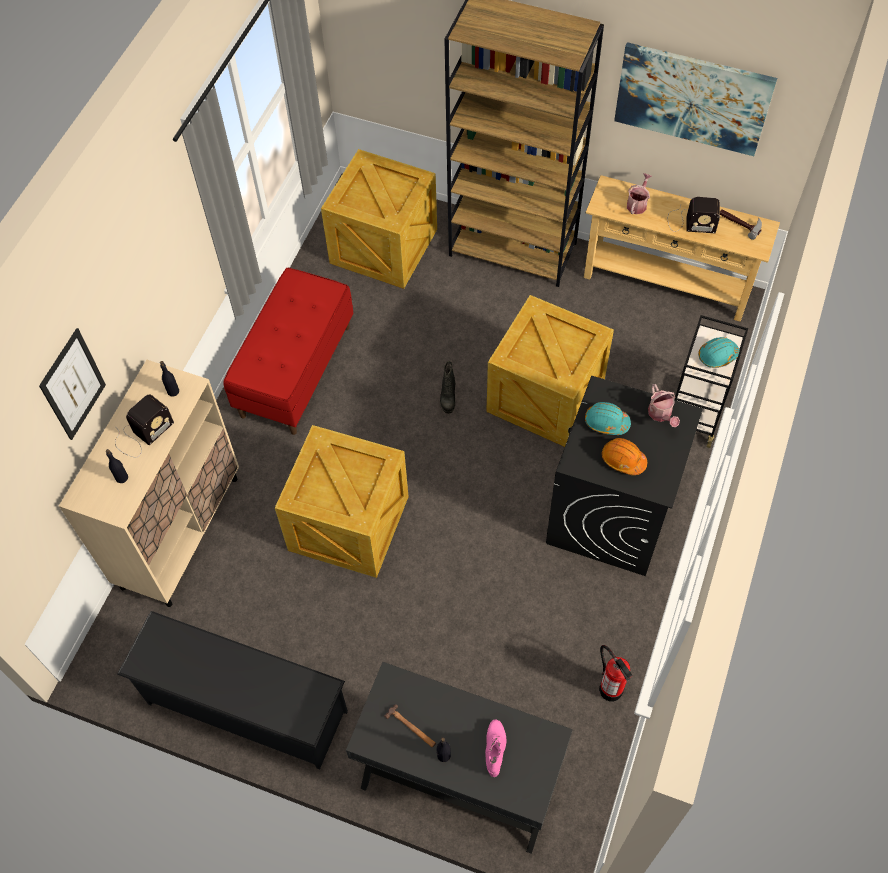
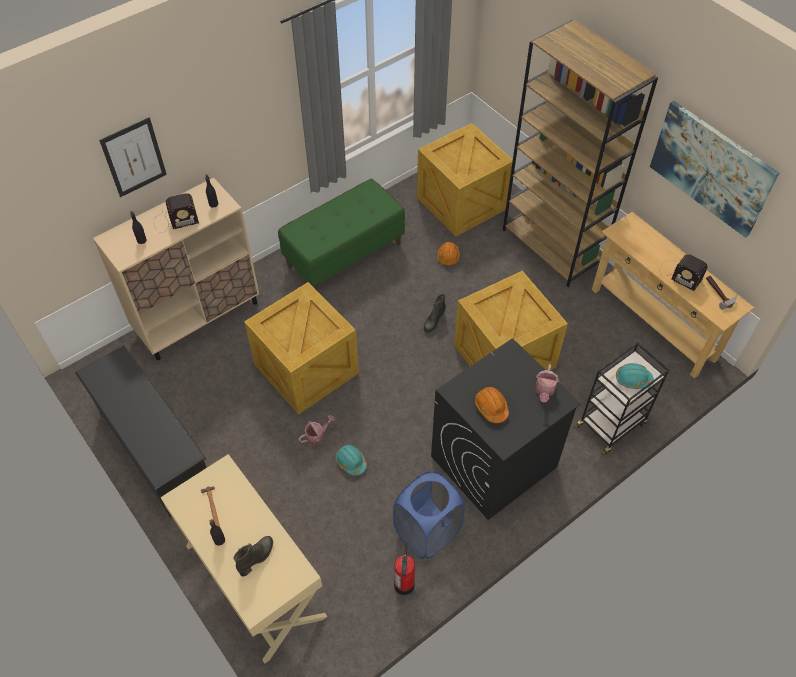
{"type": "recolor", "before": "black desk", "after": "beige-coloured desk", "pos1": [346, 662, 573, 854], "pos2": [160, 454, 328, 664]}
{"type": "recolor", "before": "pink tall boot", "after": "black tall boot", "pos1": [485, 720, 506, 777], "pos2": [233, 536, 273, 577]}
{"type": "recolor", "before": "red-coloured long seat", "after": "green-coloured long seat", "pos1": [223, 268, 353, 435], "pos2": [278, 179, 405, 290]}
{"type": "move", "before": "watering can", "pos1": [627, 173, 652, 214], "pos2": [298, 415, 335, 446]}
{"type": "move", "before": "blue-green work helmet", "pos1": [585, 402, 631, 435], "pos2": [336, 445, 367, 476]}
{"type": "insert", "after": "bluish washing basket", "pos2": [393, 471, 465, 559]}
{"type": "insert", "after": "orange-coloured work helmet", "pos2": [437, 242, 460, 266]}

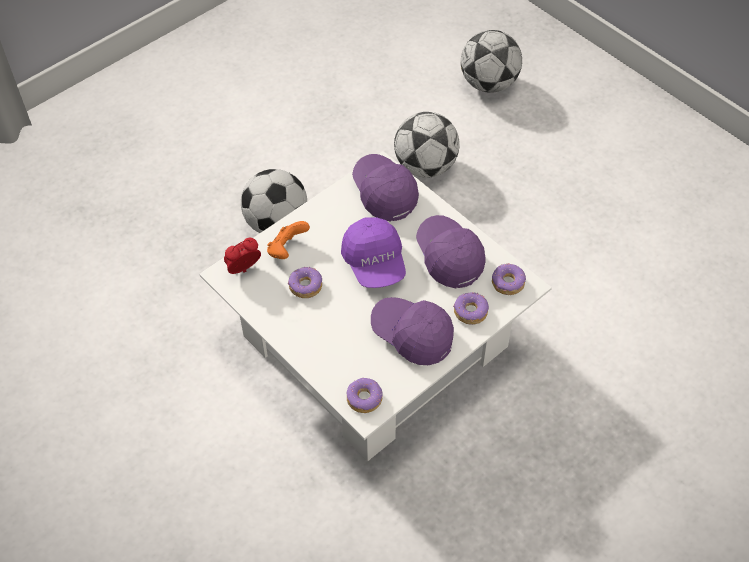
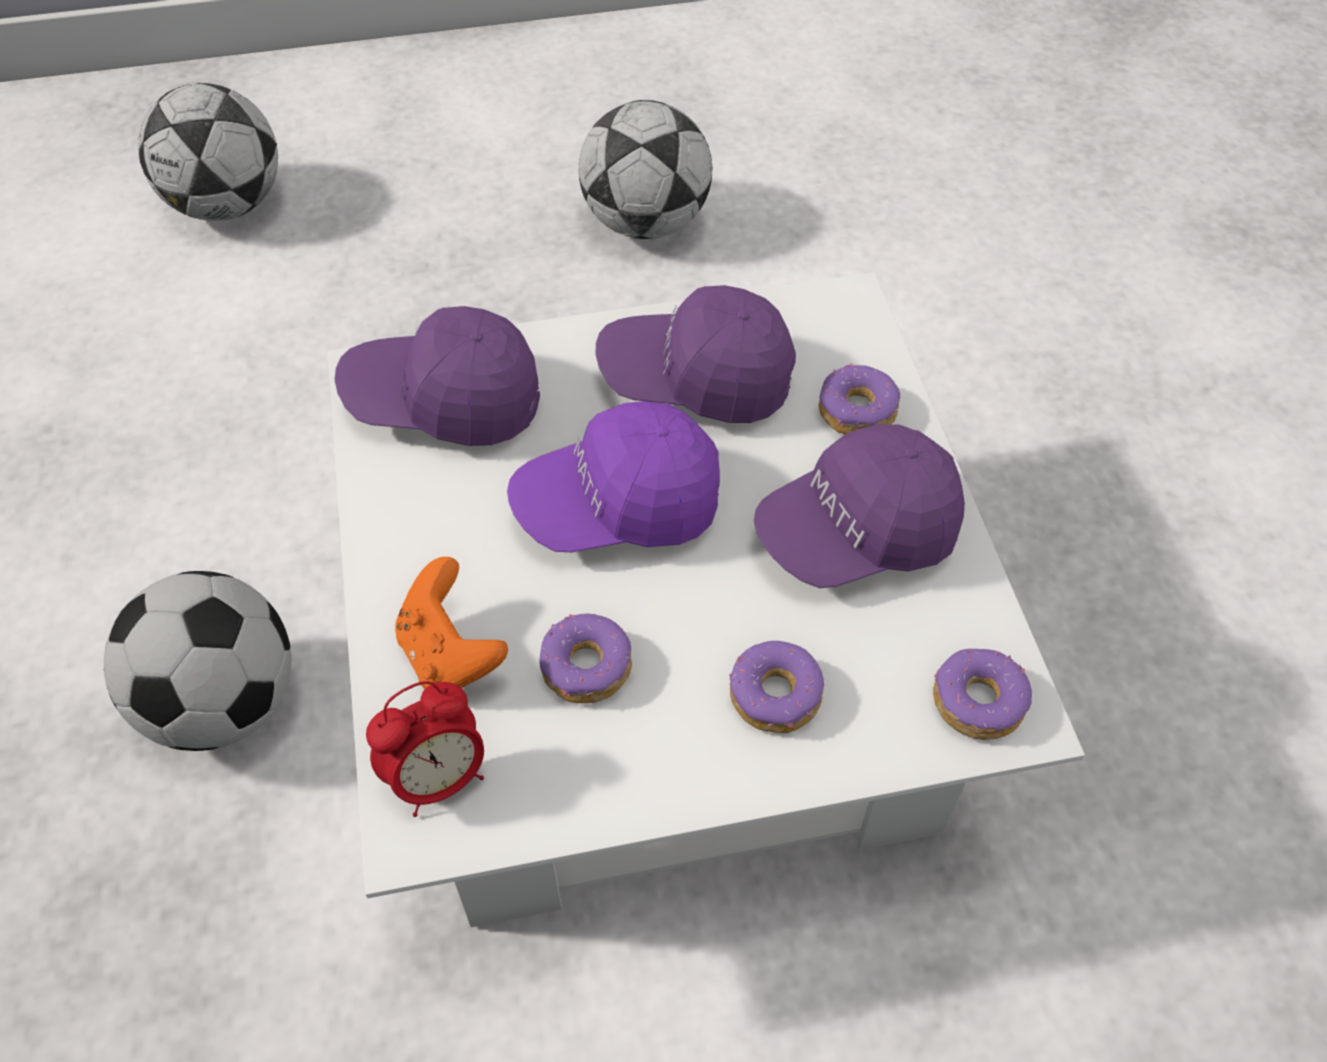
{"type": "rotate", "before": "table clock", "pos1": [224, 238, 261, 274], "pos2": [366, 681, 484, 817], "turn": -120}
{"type": "rotate", "before": "purplish peaked cap", "pos1": [341, 217, 406, 288], "pos2": [507, 401, 720, 552], "turn": 150}
{"type": "move", "before": "football", "pos1": [394, 112, 460, 178], "pos2": [578, 100, 713, 239]}
{"type": "move", "before": "ring doughnut", "pos1": [492, 263, 526, 295], "pos2": [729, 641, 824, 733]}

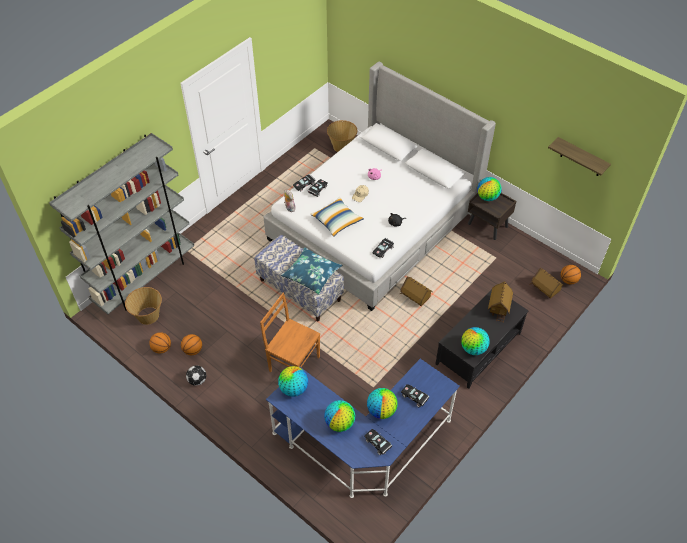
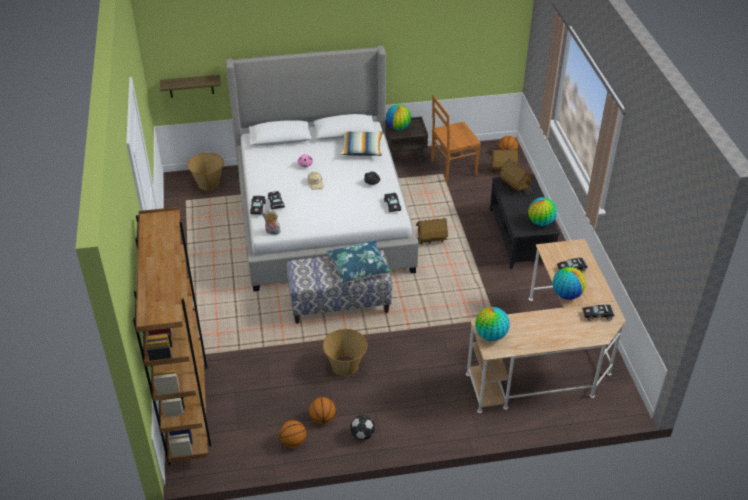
{"type": "recolor", "before": "grey bookcase", "after": "brownish bookcase", "pos1": [49, 133, 194, 314], "pos2": [133, 207, 211, 466]}
{"type": "move", "before": "wall shelf", "pos1": [548, 137, 611, 176], "pos2": [160, 75, 221, 98]}
{"type": "move", "before": "storage basket", "pos1": [125, 287, 162, 325], "pos2": [323, 329, 367, 376]}
{"type": "move", "before": "throw pillow", "pos1": [310, 197, 364, 237], "pos2": [340, 131, 383, 156]}
{"type": "move", "before": "brownish plain chair", "pos1": [260, 293, 320, 372], "pos2": [431, 95, 481, 182]}
{"type": "recolor", "before": "bluish desk", "after": "beige-coloured desk", "pos1": [266, 359, 460, 498], "pos2": [466, 239, 626, 413]}
{"type": "delete", "before": "globe", "pos1": [324, 400, 355, 432]}

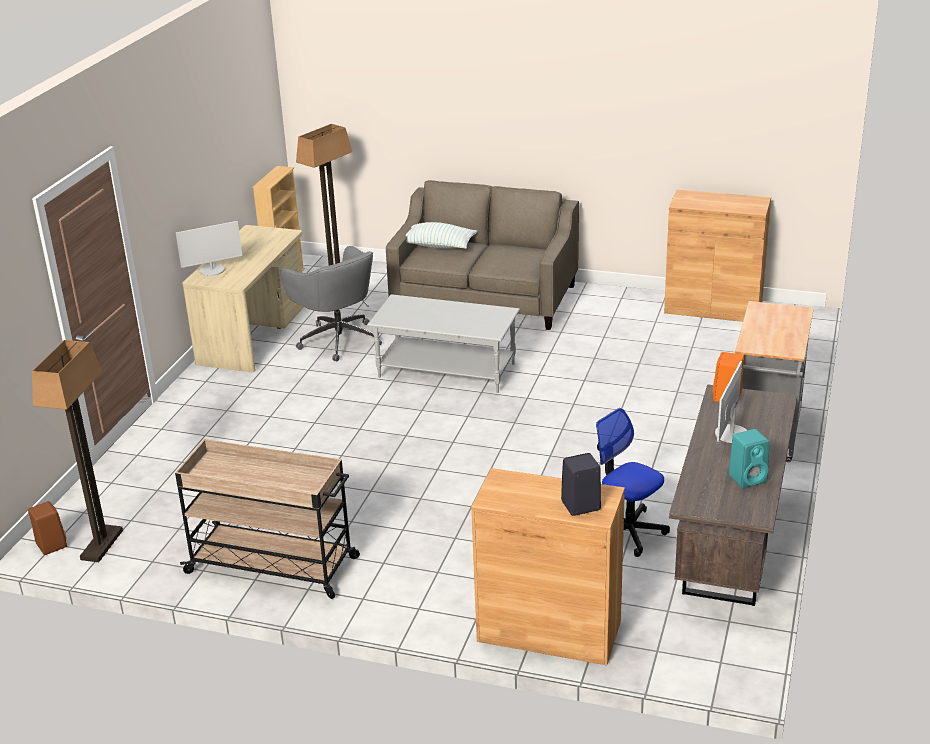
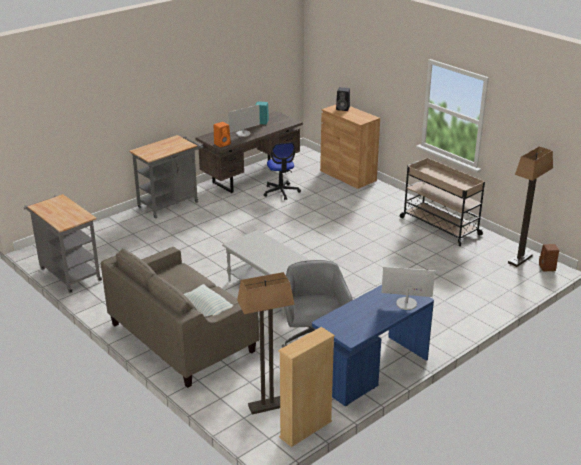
{"type": "replace", "before": "brownish cupboard", "after": "grey wheeled cart", "pos1": [664, 190, 771, 322], "pos2": [24, 194, 102, 293]}
{"type": "recolor", "before": "beige-coloured desk", "after": "bluish desk", "pos1": [182, 225, 304, 372], "pos2": [312, 285, 434, 406]}

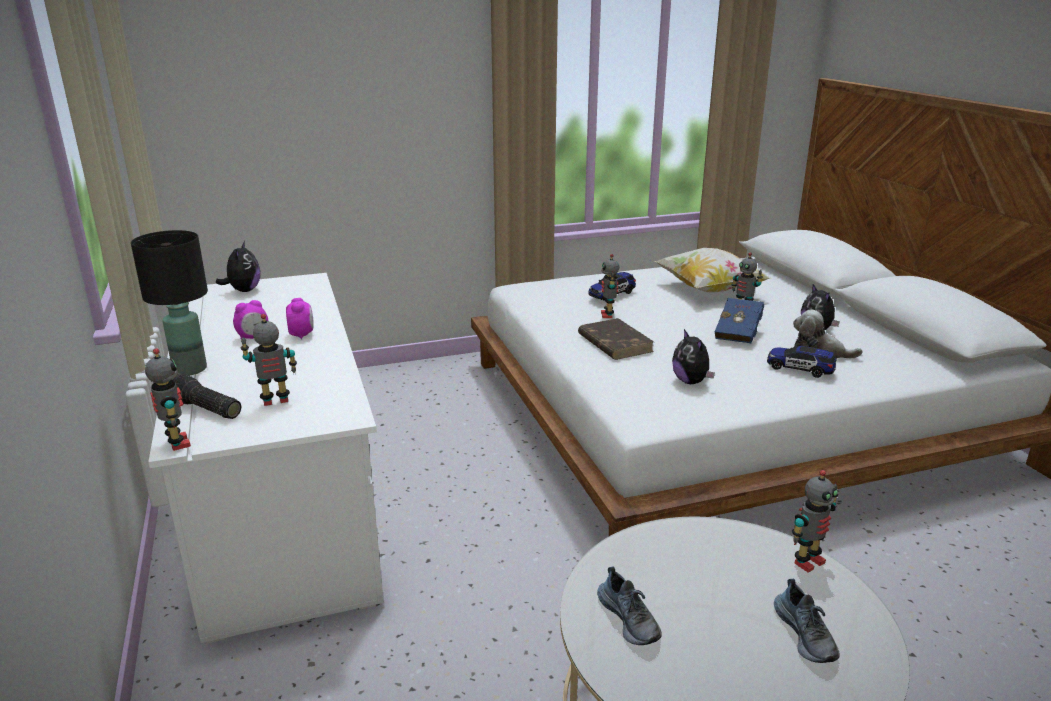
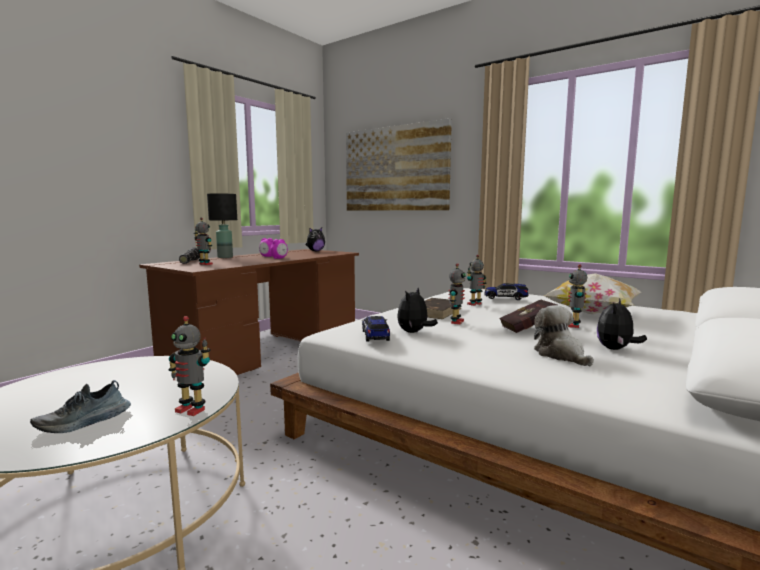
{"type": "recolor", "before": "whitish desk", "after": "brownish desk", "pos1": [148, 273, 384, 643], "pos2": [139, 249, 359, 375]}
{"type": "insert", "after": "wall picture", "pos2": [346, 118, 452, 211]}
{"type": "move", "before": "miniature car", "pos1": [767, 345, 836, 378], "pos2": [362, 316, 390, 342]}
{"type": "move", "before": "model robot", "pos1": [145, 348, 191, 451], "pos2": [448, 263, 466, 325]}
{"type": "recolor", "before": "bluish bound book", "after": "red-coloured bound book", "pos1": [715, 298, 764, 343], "pos2": [499, 300, 558, 333]}
{"type": "delete", "before": "shoe", "pos1": [597, 566, 662, 645]}

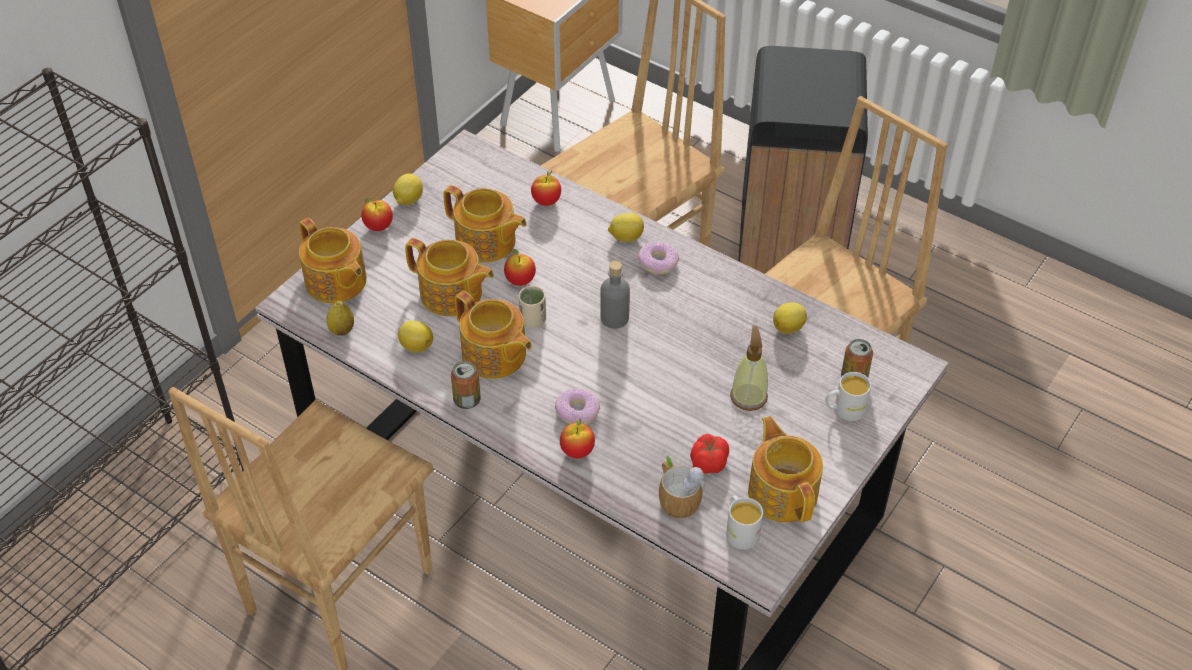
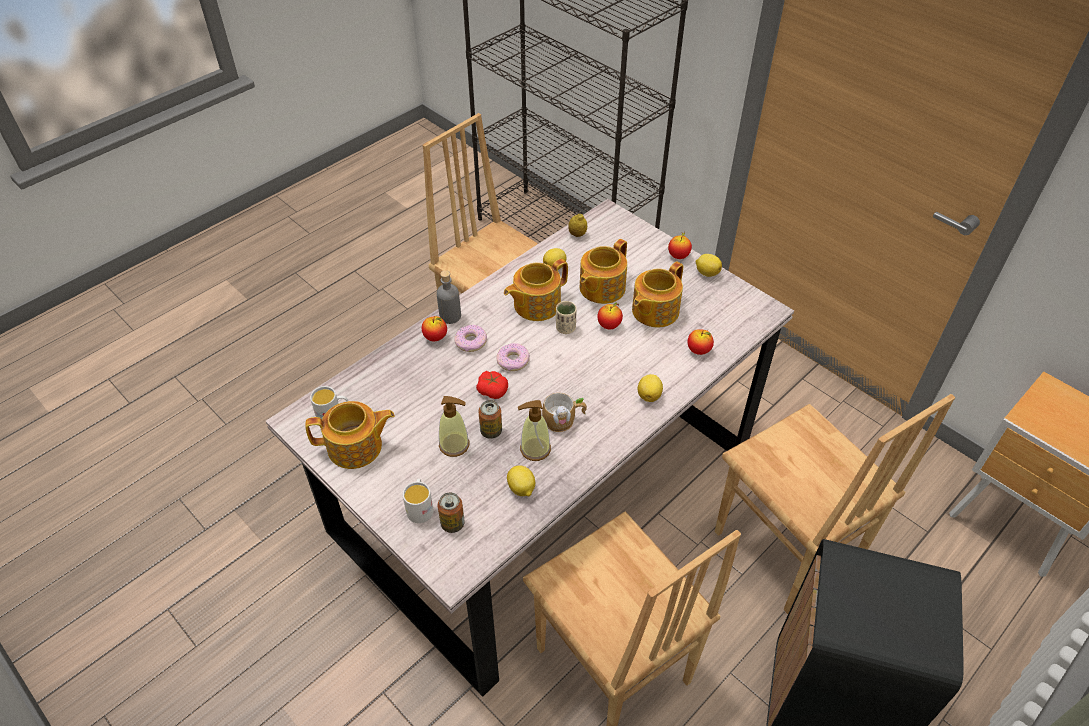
{"type": "move", "before": "grey bottle", "pos1": [600, 261, 630, 329], "pos2": [436, 270, 461, 324]}
{"type": "move", "before": "whole tomato", "pos1": [690, 434, 729, 474], "pos2": [476, 371, 508, 399]}
{"type": "move", "before": "sealed can", "pos1": [451, 361, 481, 409], "pos2": [479, 400, 502, 439]}
{"type": "move", "before": "ring doughnut", "pos1": [638, 242, 679, 274], "pos2": [496, 343, 530, 371]}
{"type": "insert", "after": "soap bottle", "pos2": [518, 400, 551, 461]}
{"type": "move", "before": "tea mug", "pos1": [659, 455, 705, 519], "pos2": [542, 393, 587, 432]}
{"type": "delete", "before": "tea pot", "pos1": [299, 218, 367, 303]}

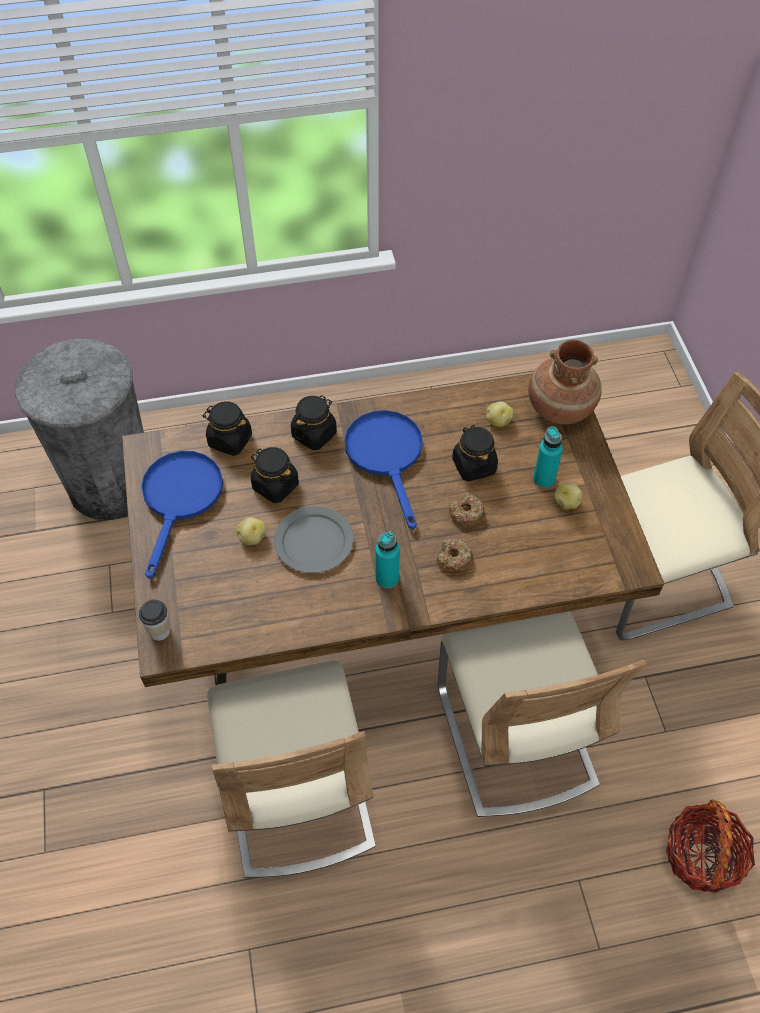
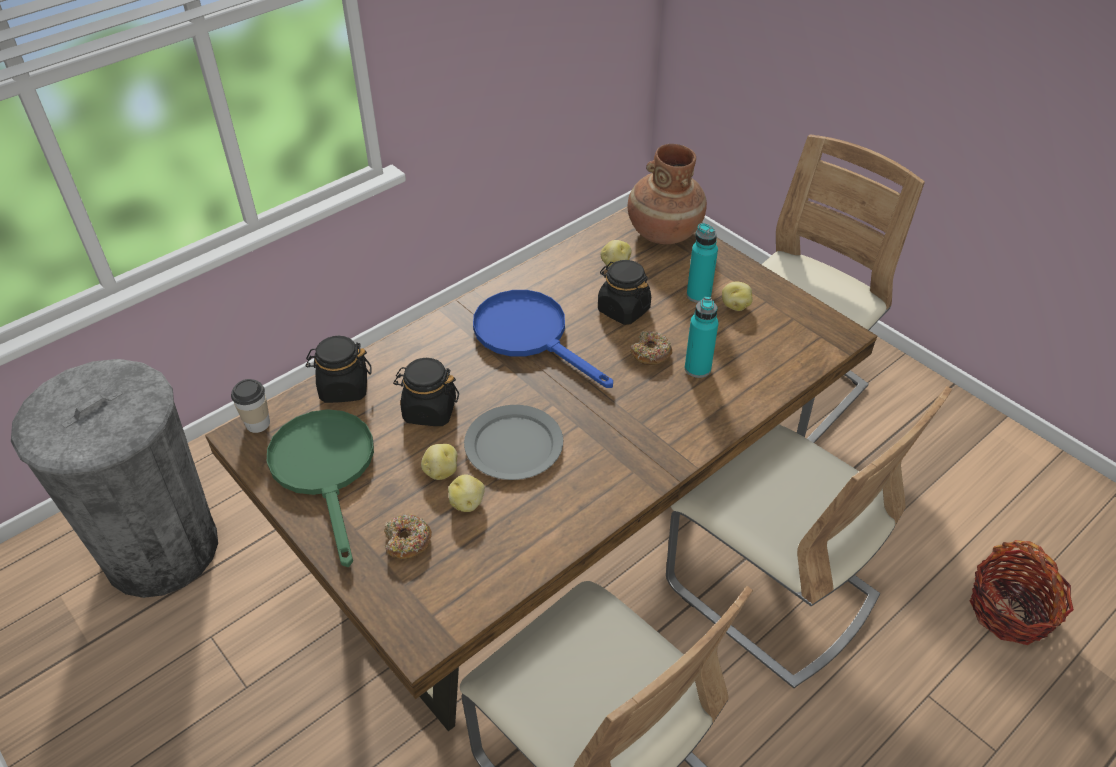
{"type": "move", "before": "small cup", "pos1": [139, 599, 170, 641], "pos2": [231, 379, 270, 433]}
{"type": "recolor", "before": "bluish pan", "after": "green-coloured pan", "pos1": [141, 451, 223, 579], "pos2": [267, 409, 374, 567]}
{"type": "move", "before": "ring doughnut", "pos1": [436, 539, 473, 571], "pos2": [384, 514, 432, 559]}
{"type": "insert", "after": "potato", "pos2": [448, 474, 485, 512]}
{"type": "move", "before": "blue-green bottle", "pos1": [375, 531, 400, 589], "pos2": [685, 296, 719, 378]}
{"type": "delete", "before": "black preserve jar", "pos1": [291, 395, 337, 450]}

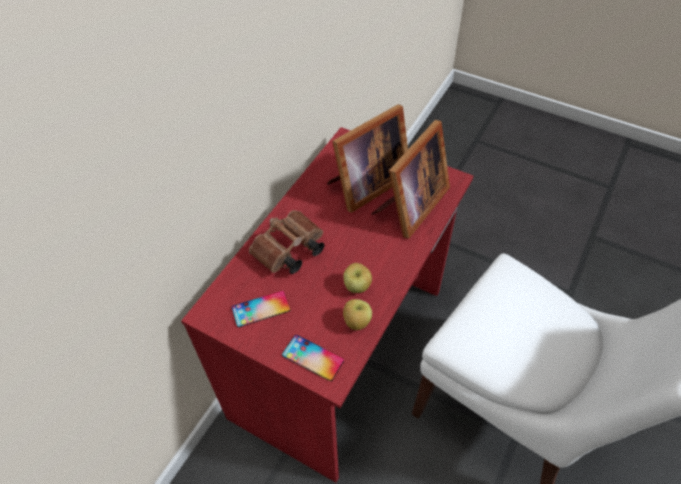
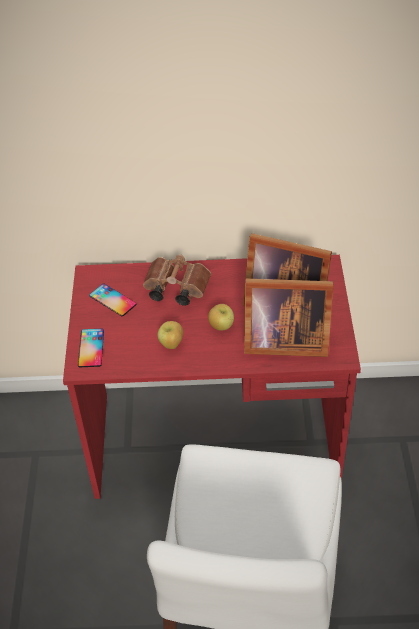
{"type": "move", "before": "whole apple", "pos1": [343, 299, 372, 330], "pos2": [208, 304, 234, 330]}

